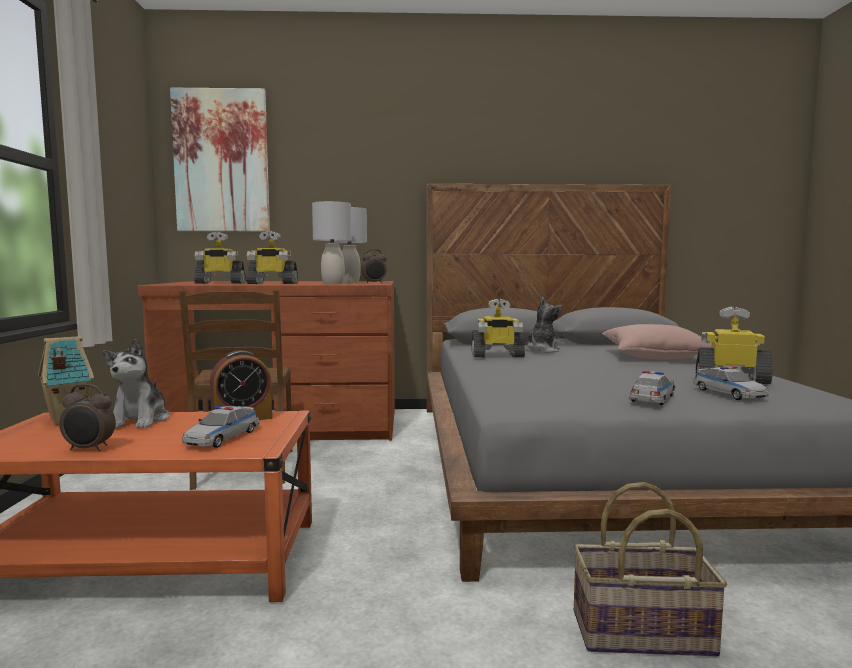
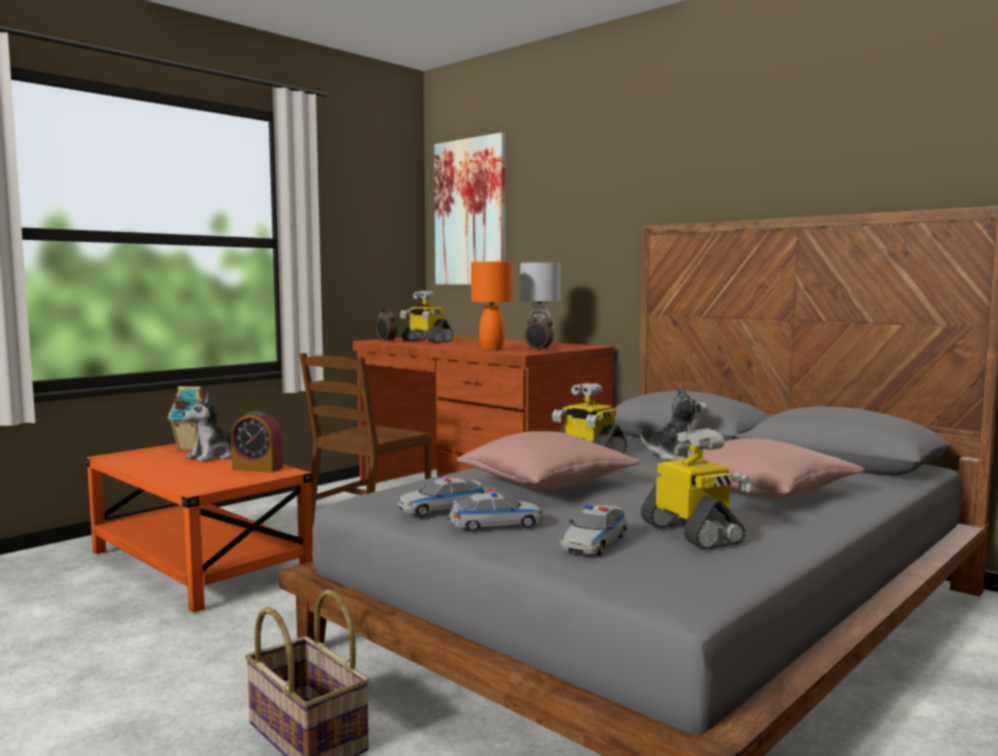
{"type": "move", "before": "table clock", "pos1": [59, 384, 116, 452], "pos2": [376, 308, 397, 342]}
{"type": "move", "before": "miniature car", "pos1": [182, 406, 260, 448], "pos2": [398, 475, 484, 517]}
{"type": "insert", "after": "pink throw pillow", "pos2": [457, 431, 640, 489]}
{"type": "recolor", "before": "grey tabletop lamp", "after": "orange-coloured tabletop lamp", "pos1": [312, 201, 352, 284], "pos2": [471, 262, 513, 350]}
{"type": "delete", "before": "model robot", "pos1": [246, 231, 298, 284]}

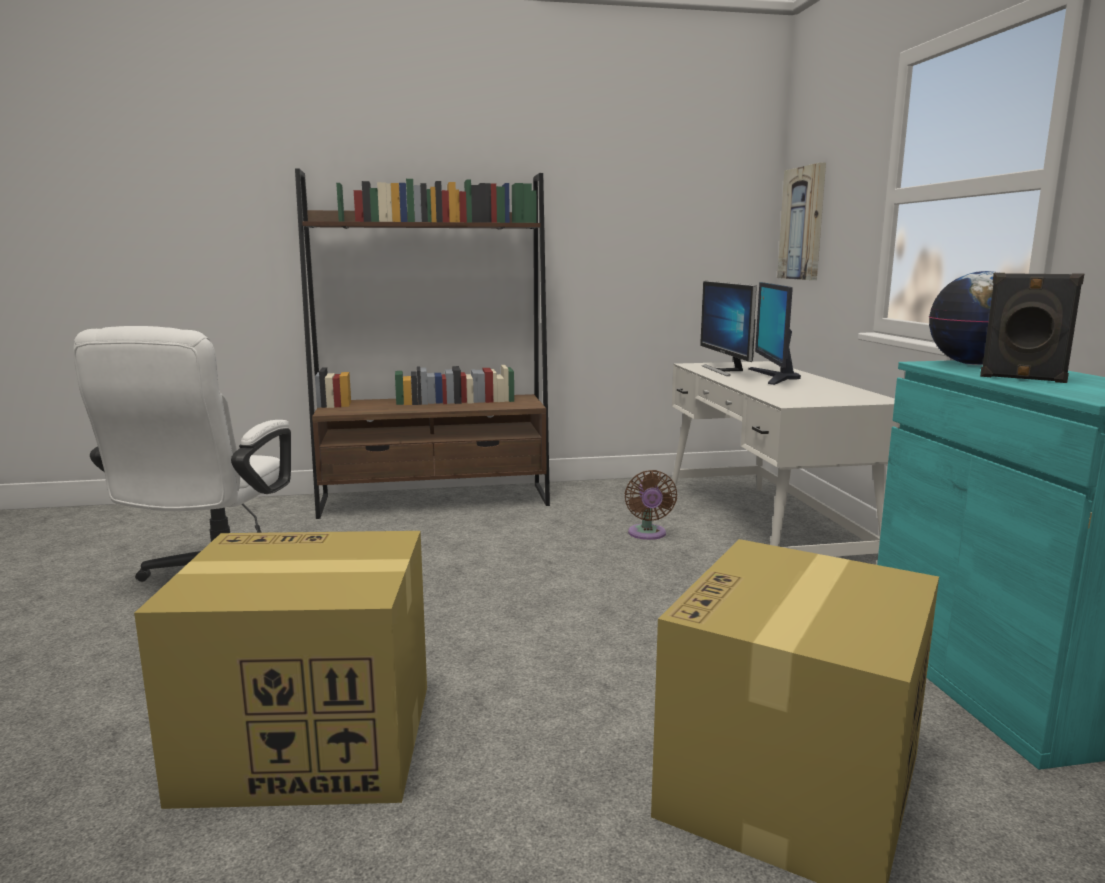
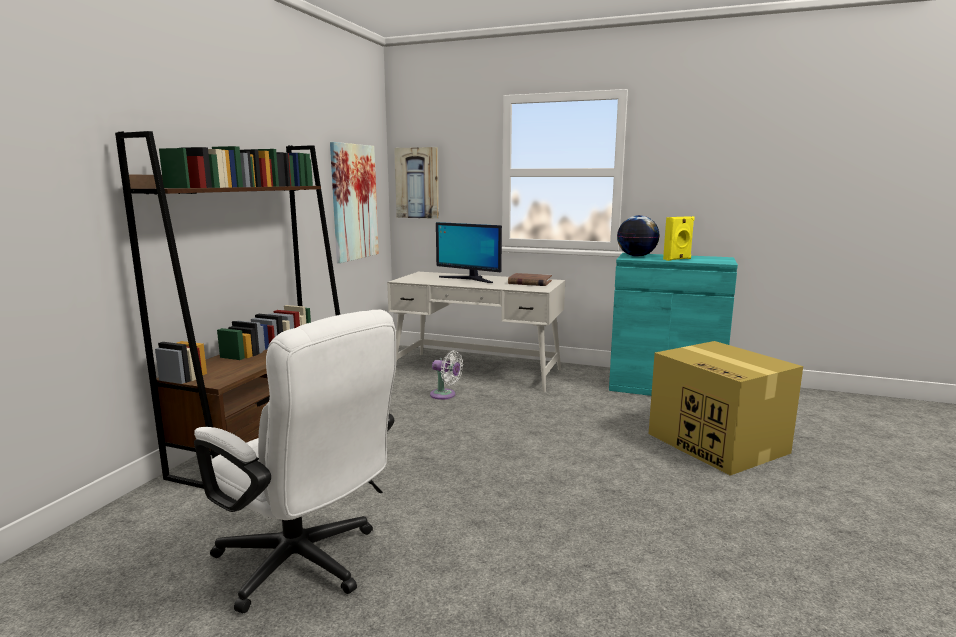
{"type": "insert", "after": "wall picture", "pos2": [330, 142, 379, 263]}
{"type": "recolor", "before": "brownish electric fan", "after": "whitish electric fan", "pos1": [625, 470, 677, 540], "pos2": [430, 351, 463, 400]}
{"type": "insert", "after": "brownish bound book", "pos2": [508, 273, 552, 286]}
{"type": "recolor", "before": "black audio speaker", "after": "yellowish audio speaker", "pos1": [980, 273, 1084, 383], "pos2": [663, 216, 695, 261]}
{"type": "delete", "before": "packing box", "pos1": [134, 531, 427, 809]}
{"type": "delete", "before": "computer screen", "pos1": [700, 281, 757, 376]}

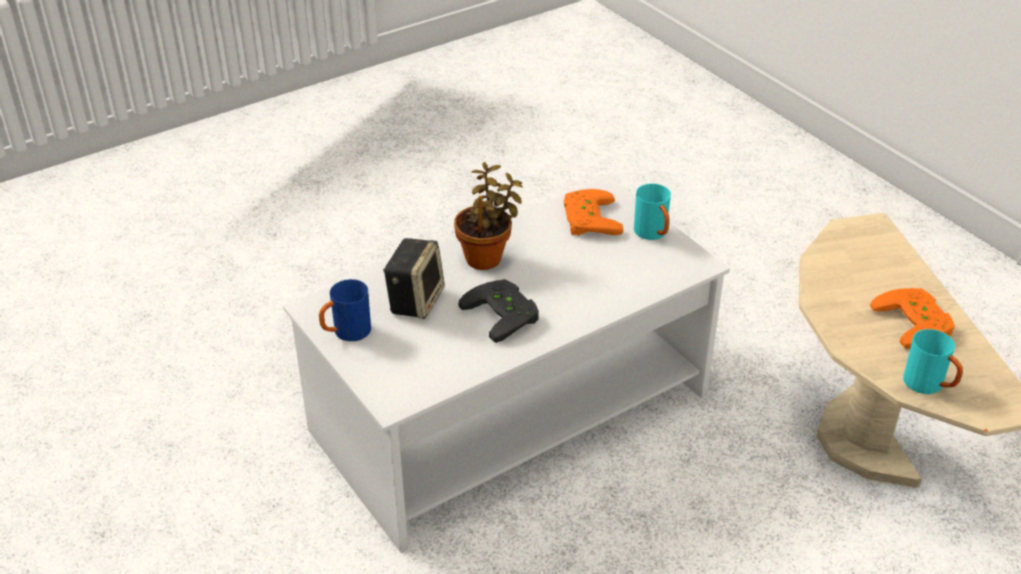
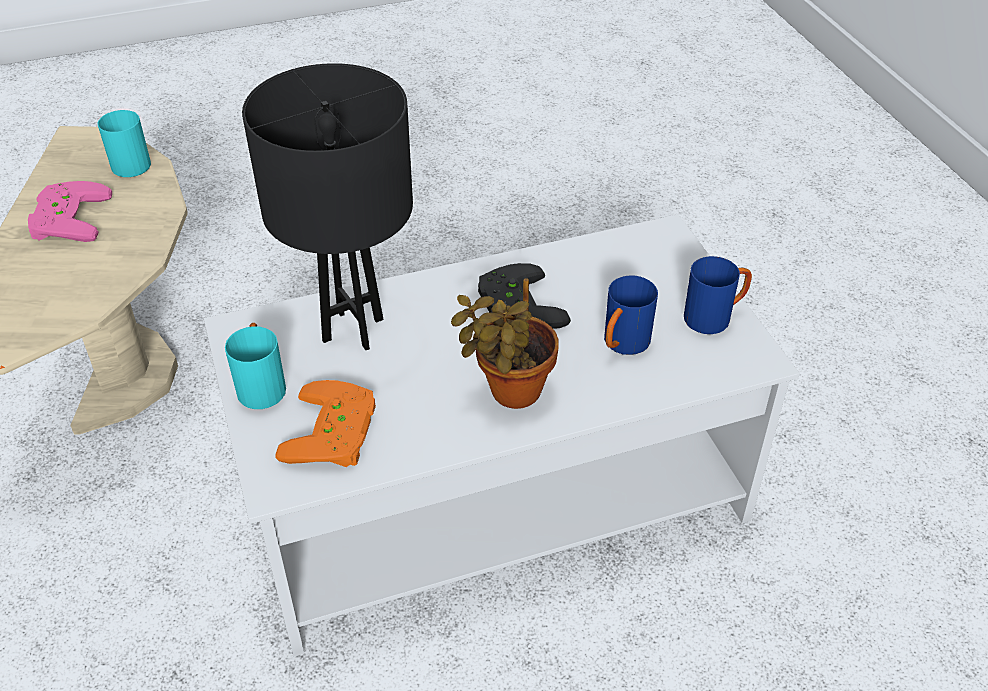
{"type": "recolor", "before": "orange-coloured joypad", "after": "pink joypad", "pos1": [870, 288, 955, 349], "pos2": [28, 181, 112, 242]}
{"type": "insert", "after": "black tabletop lamp", "pos2": [242, 63, 413, 350]}
{"type": "replace", "before": "audio speaker", "after": "bluish tea mug", "pos1": [383, 238, 445, 319], "pos2": [604, 275, 658, 355]}

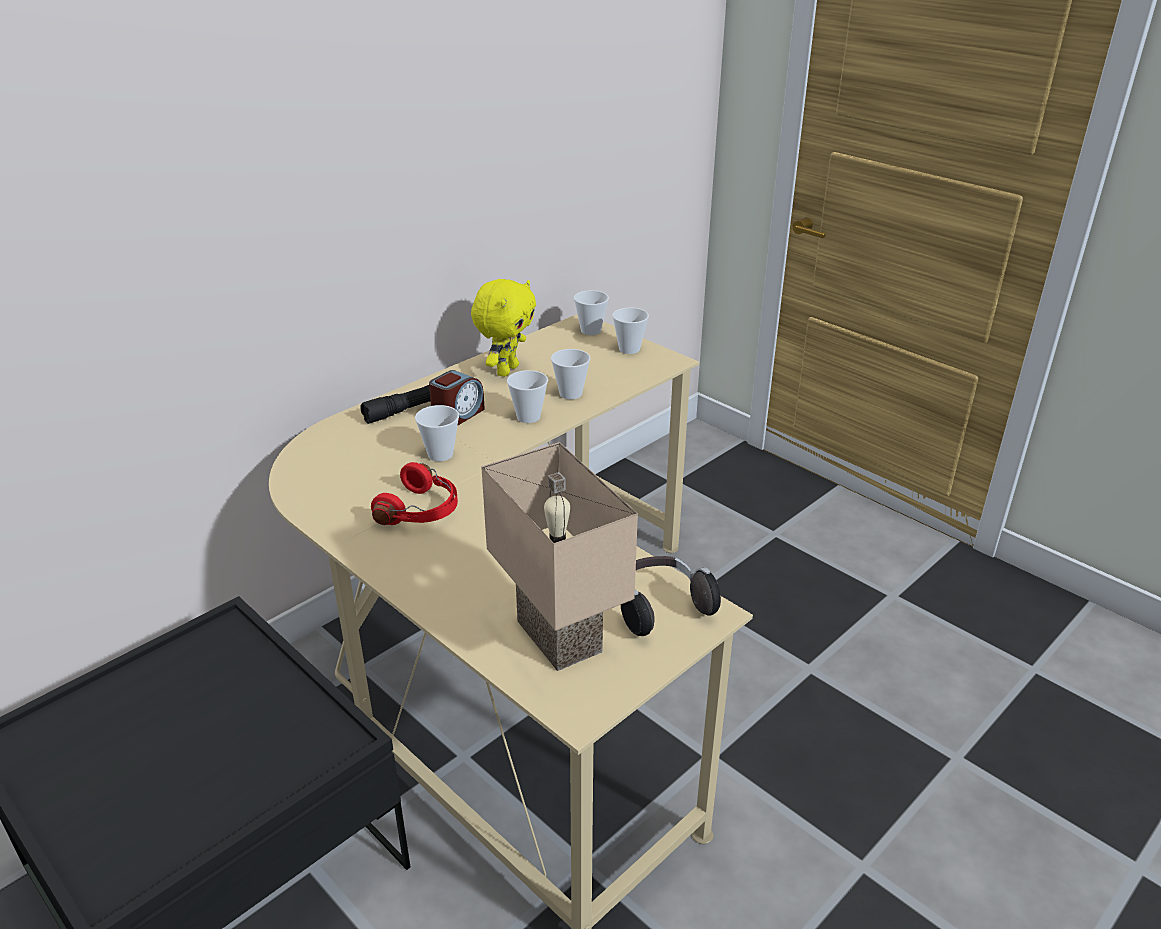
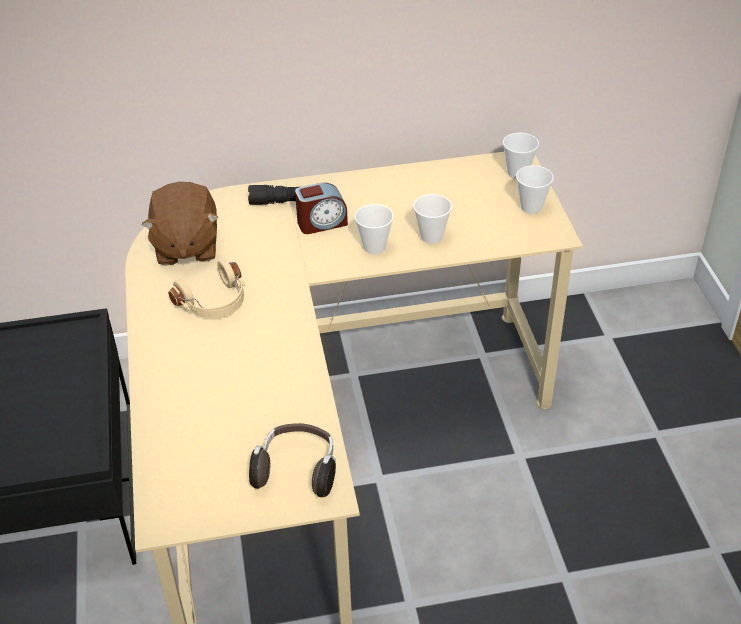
{"type": "insert", "after": "brownish plush toy", "pos2": [142, 182, 219, 265]}
{"type": "recolor", "before": "red-coloured headset", "after": "beige-coloured headset", "pos1": [371, 462, 458, 525], "pos2": [168, 259, 245, 318]}
{"type": "delete", "before": "small cup", "pos1": [415, 405, 459, 461]}
{"type": "delete", "before": "yellowish plush toy", "pos1": [471, 279, 536, 377]}
{"type": "delete", "before": "beige-coloured tabletop lamp", "pos1": [481, 442, 638, 671]}

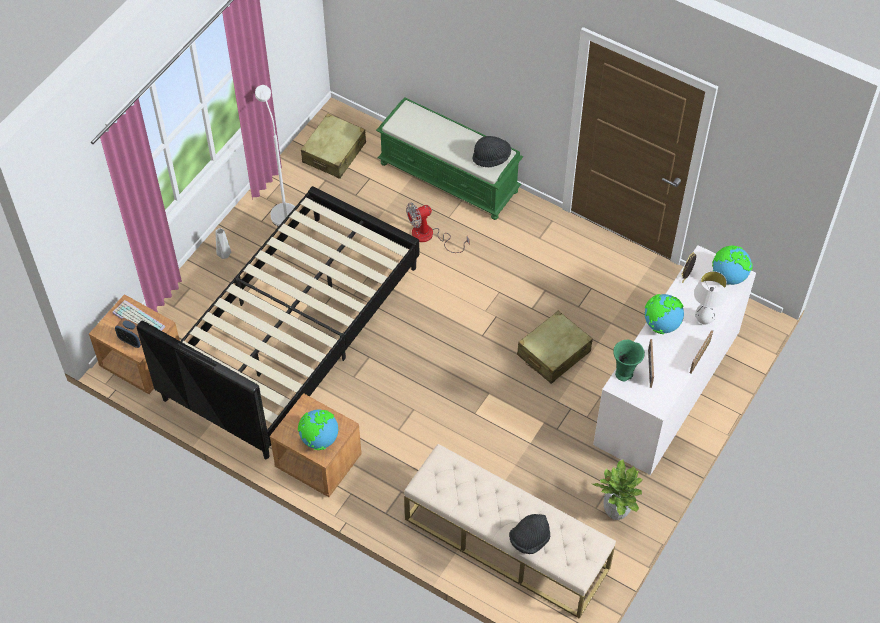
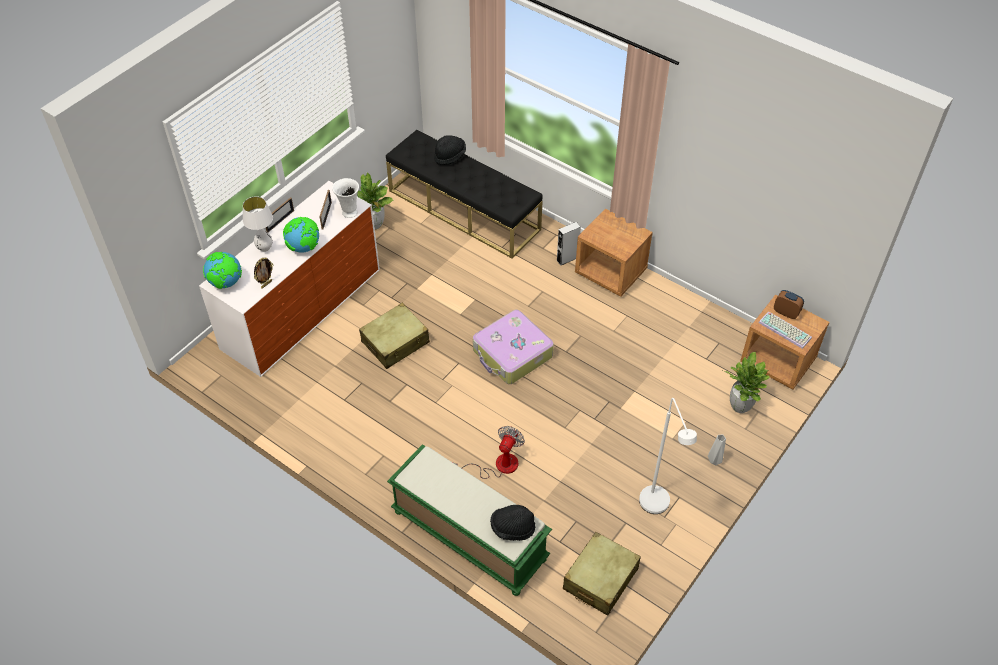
{"type": "recolor", "before": "green-coloured decorative vase", "after": "whitish decorative vase", "pos1": [613, 340, 645, 381], "pos2": [332, 178, 359, 218]}
{"type": "recolor", "before": "beige-coloured long seat", "after": "black long seat", "pos1": [404, 444, 616, 619], "pos2": [386, 130, 543, 258]}
{"type": "rotate", "before": "electric fan", "pos1": [406, 203, 469, 253], "pos2": [453, 426, 525, 479], "turn": -45}
{"type": "insert", "after": "piece of luggage", "pos2": [473, 310, 554, 384]}
{"type": "move", "before": "black clothing hat", "pos1": [473, 136, 511, 167], "pos2": [490, 505, 535, 541]}
{"type": "insert", "after": "grey audio speaker", "pos2": [556, 222, 581, 265]}
{"type": "insert", "after": "houseplant", "pos2": [725, 352, 770, 413]}
{"type": "delete", "before": "black sleeping bed", "pos1": [137, 186, 419, 459]}
{"type": "delete", "before": "globe", "pos1": [298, 410, 338, 450]}

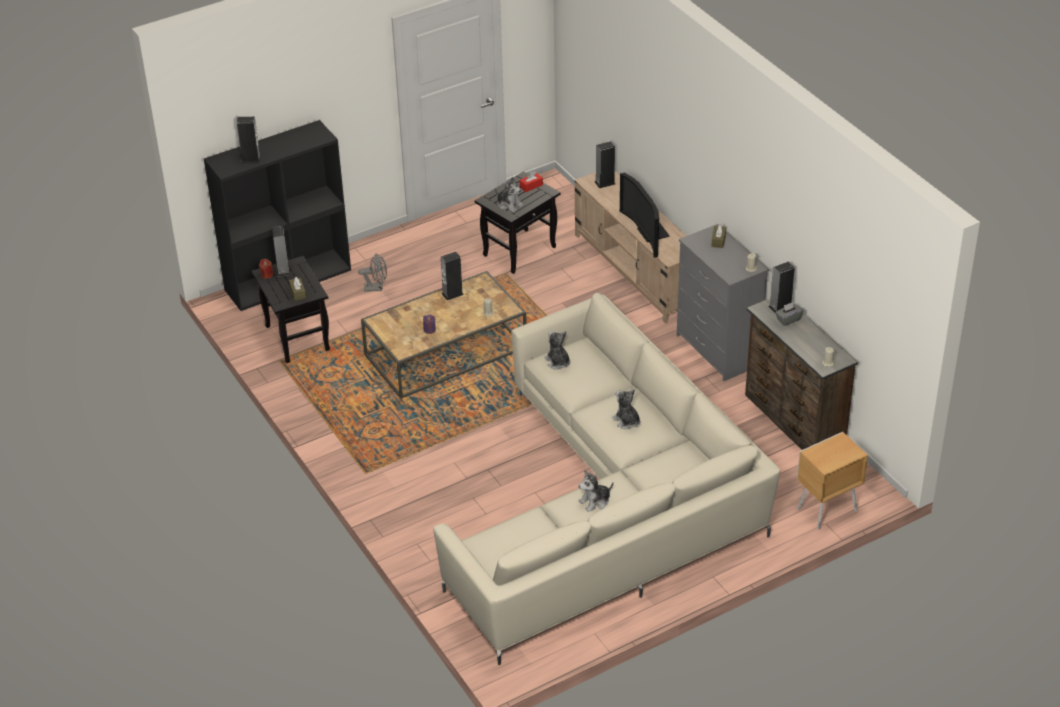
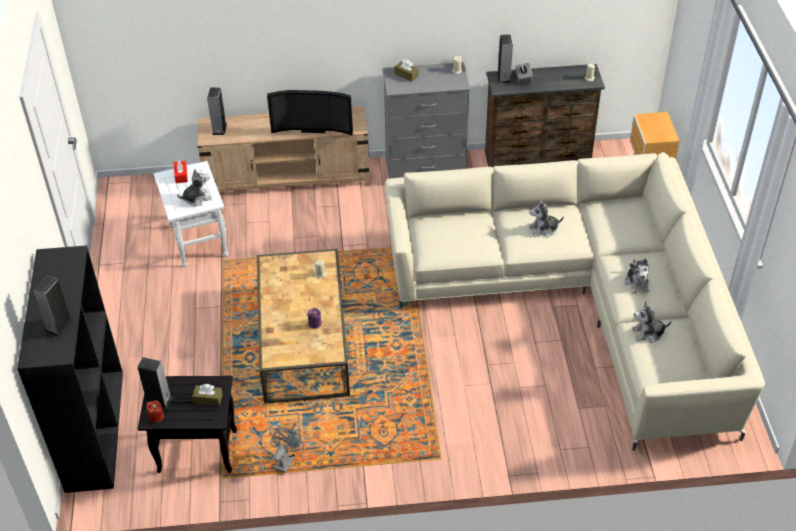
{"type": "recolor", "before": "black accent table", "after": "whitish accent table", "pos1": [474, 171, 561, 274], "pos2": [154, 161, 228, 267]}
{"type": "move", "before": "grey electric fan", "pos1": [358, 253, 387, 292], "pos2": [270, 427, 304, 473]}
{"type": "move", "before": "plush toy", "pos1": [544, 331, 570, 370], "pos2": [632, 301, 671, 343]}
{"type": "delete", "before": "audio speaker", "pos1": [441, 252, 464, 301]}

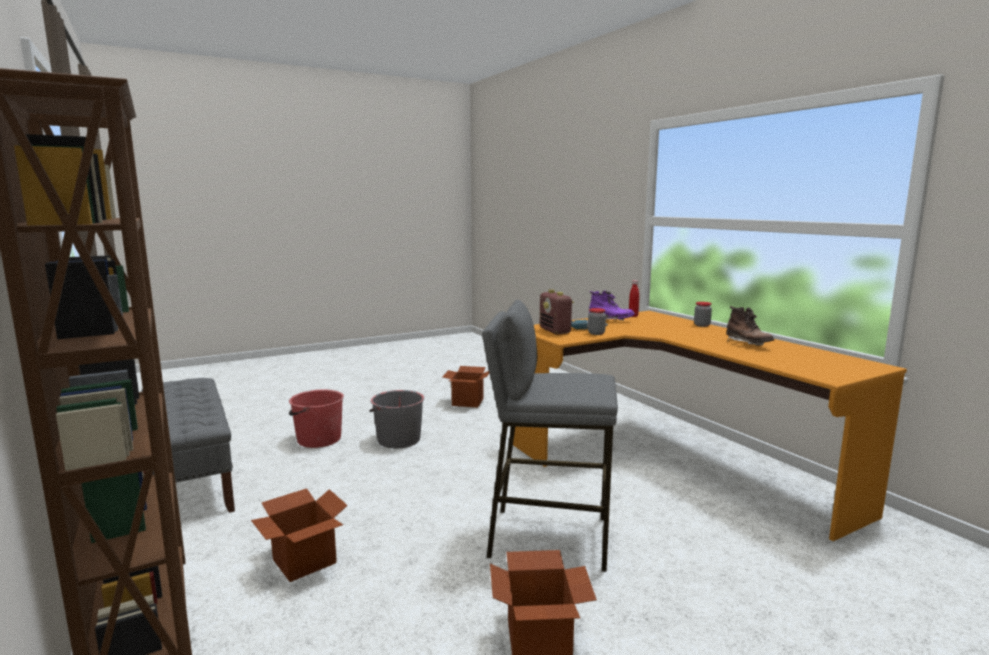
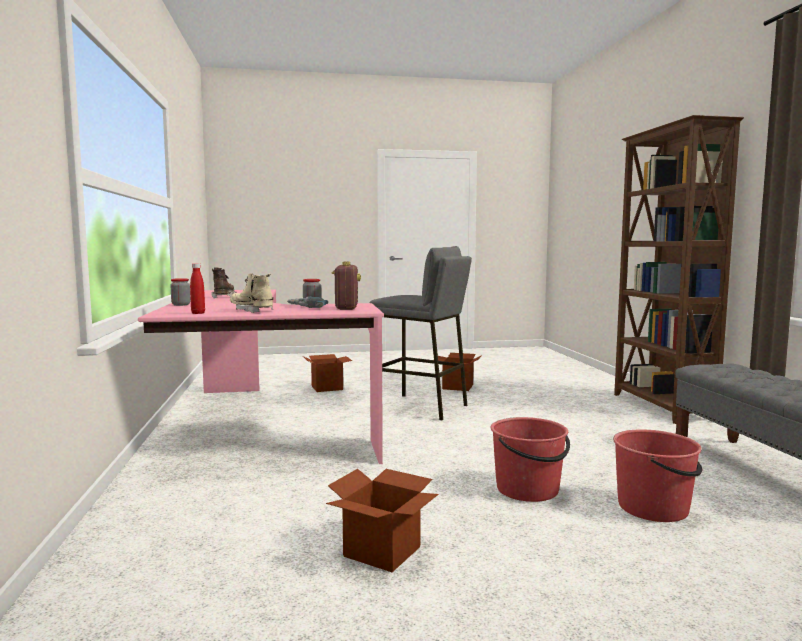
{"type": "recolor", "before": "orange-coloured desk", "after": "pink desk", "pos1": [513, 311, 907, 541], "pos2": [138, 289, 384, 464]}
{"type": "recolor", "before": "purplish tall boot", "after": "beige-coloured tall boot", "pos1": [589, 291, 635, 320], "pos2": [230, 273, 273, 313]}
{"type": "move", "before": "packing box", "pos1": [251, 488, 348, 582], "pos2": [303, 354, 352, 392]}
{"type": "recolor", "before": "grey bucket", "after": "red-coloured bucket", "pos1": [369, 390, 424, 448], "pos2": [490, 417, 570, 502]}

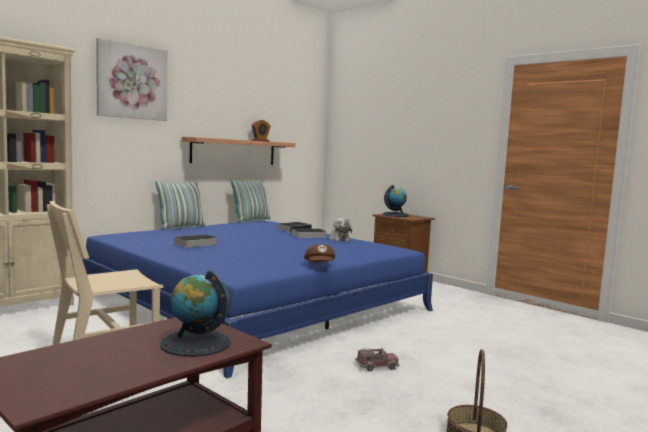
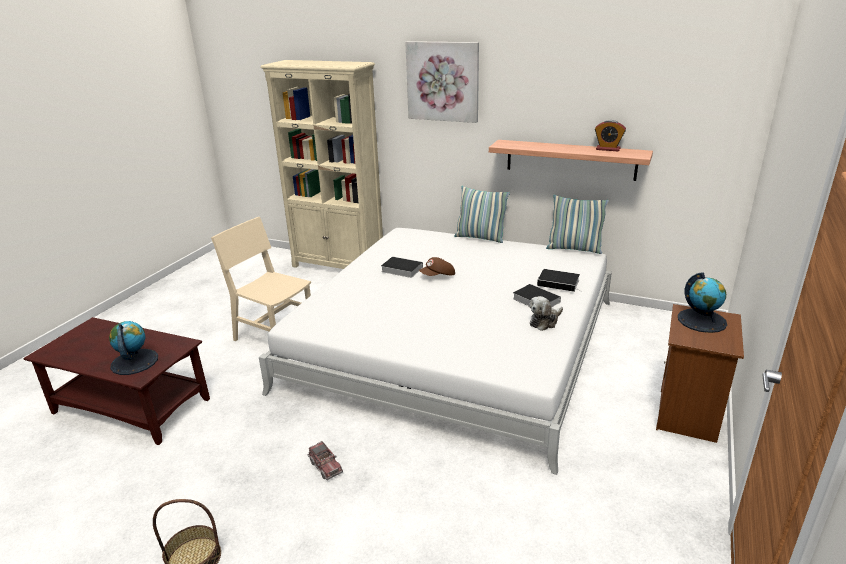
{"type": "recolor", "before": "bluish sleeping bed", "after": "whitish sleeping bed", "pos1": [82, 221, 433, 378], "pos2": [259, 228, 612, 475]}
{"type": "move", "before": "brownish peaked cap", "pos1": [304, 244, 335, 263], "pos2": [419, 257, 455, 276]}

